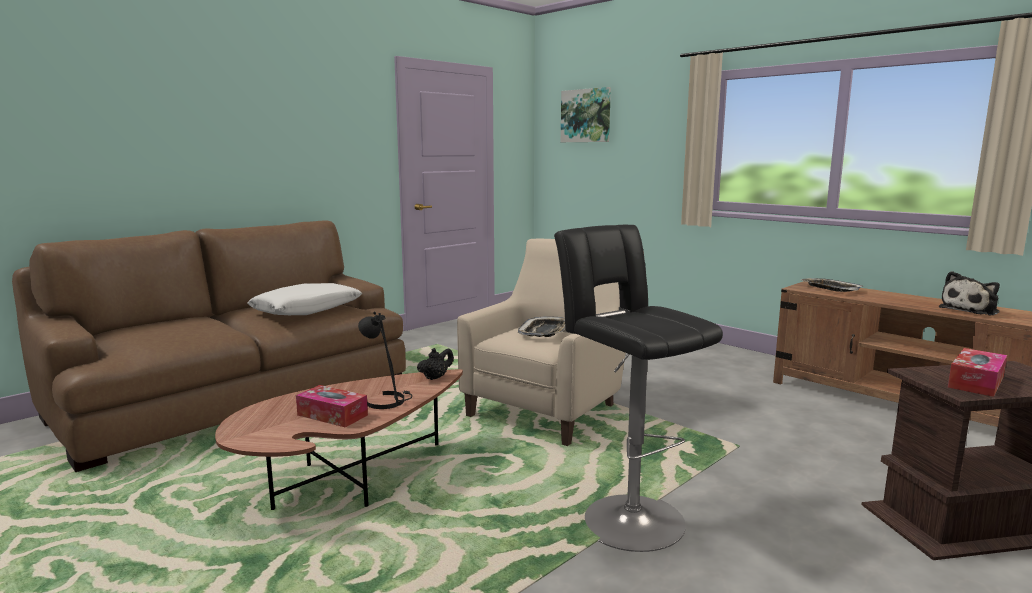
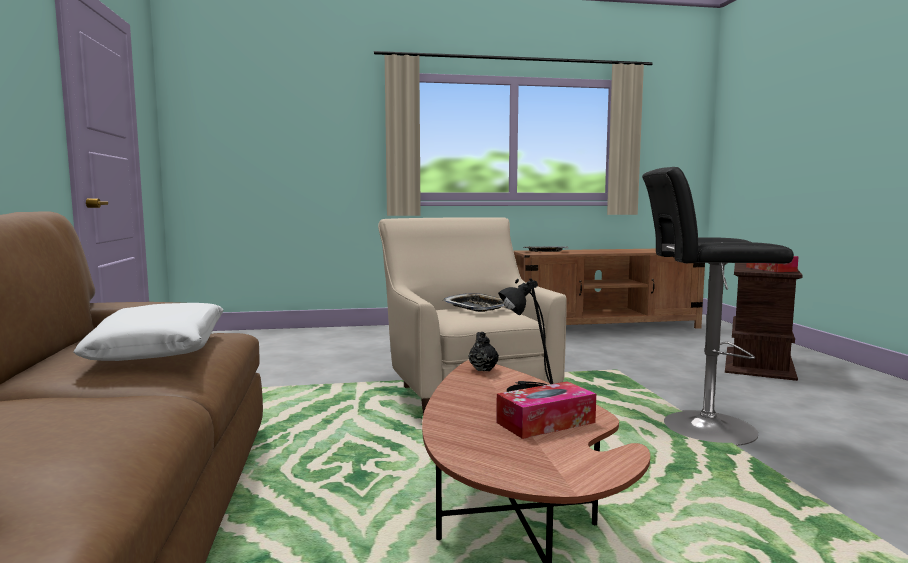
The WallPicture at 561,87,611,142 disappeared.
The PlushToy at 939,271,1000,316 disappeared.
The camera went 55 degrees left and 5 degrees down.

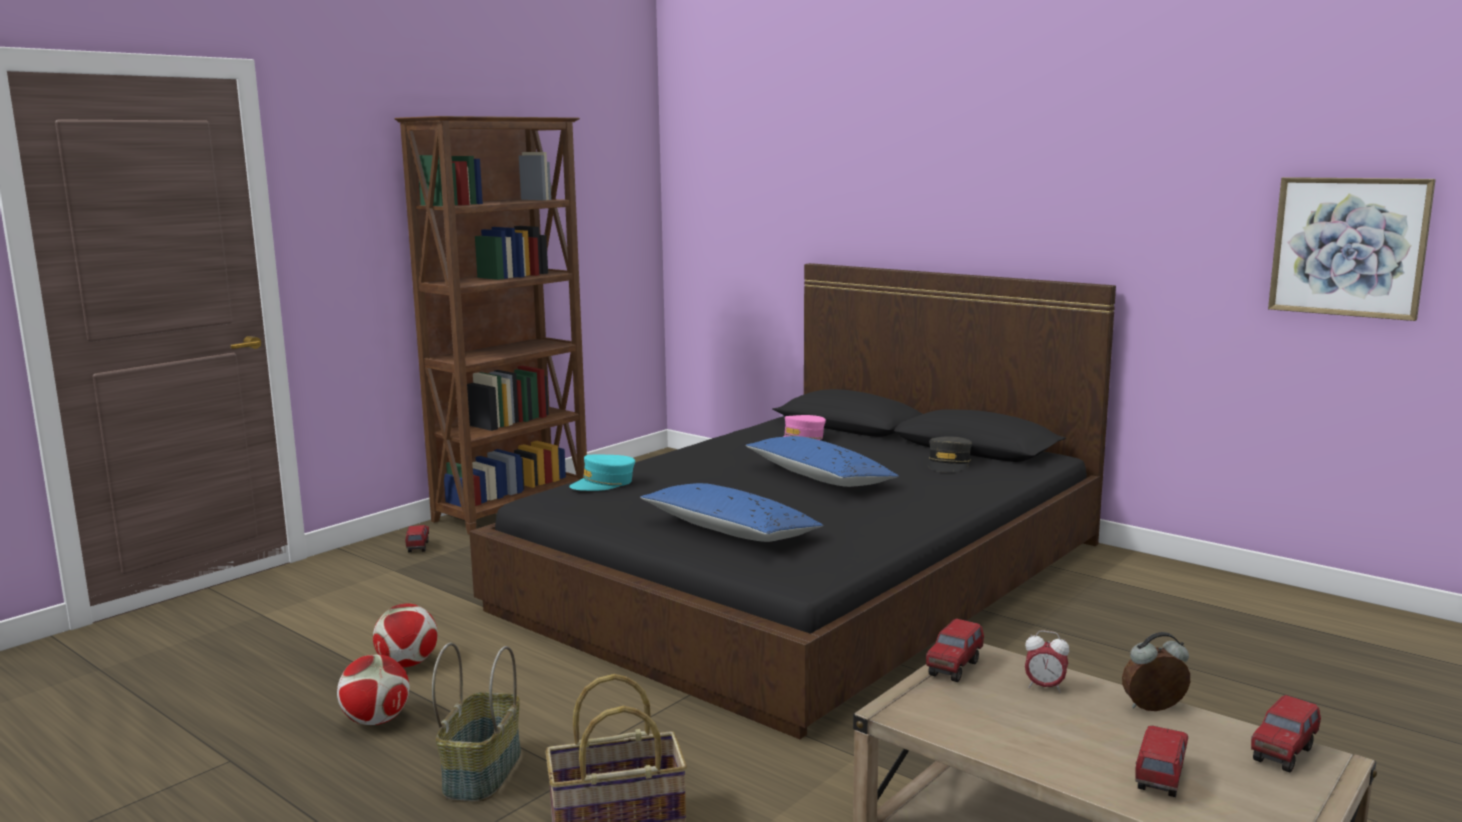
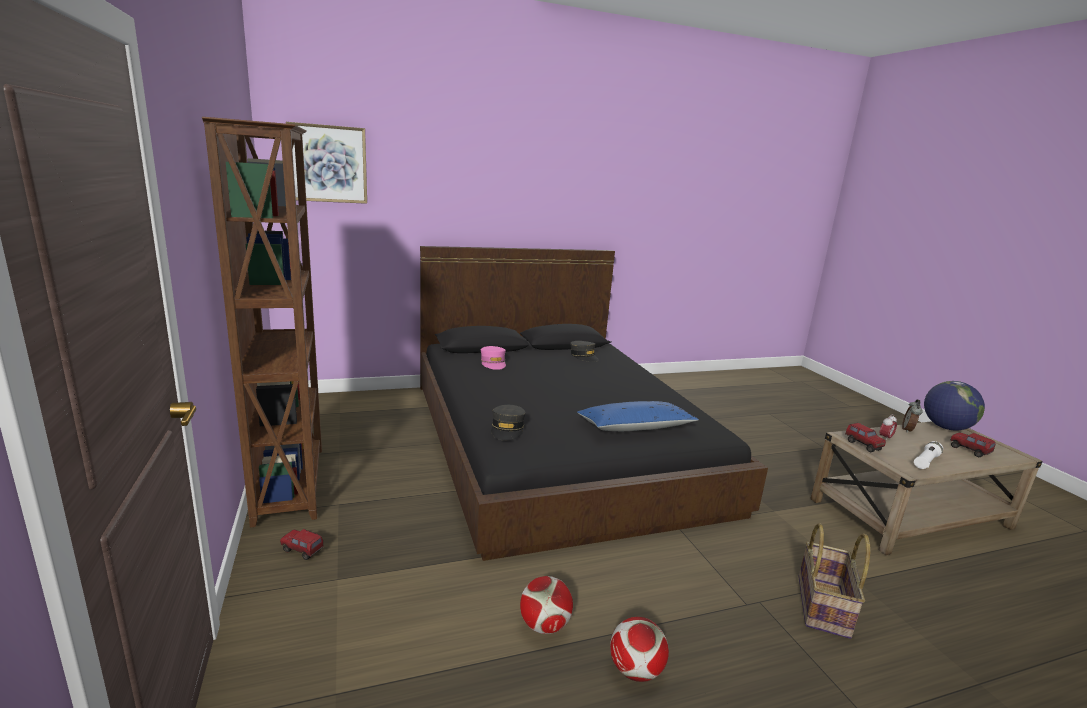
The WallPicture moved from 1268,177,1436,321 to 286,122,367,204.
The TurquoisePeakedCap at 569,455,635,491 became the GreyPeakedCap at 491,405,526,441.
The WhiteColouredFlashlight at 914,441,943,469 appeared.
The ToyTruck at 1251,695,1321,772 was replaced by the DeskGlobe at 924,381,985,430.
The Basket at 432,643,521,802 disappeared.
The BluishThrowPillow at 746,436,899,487 disappeared.
The camera went 60 degrees left and 5 degrees up.

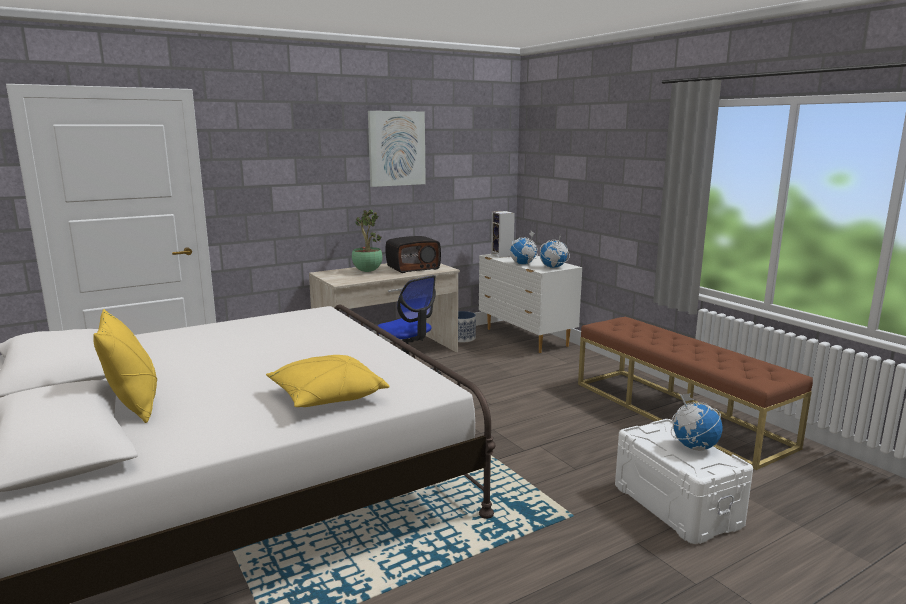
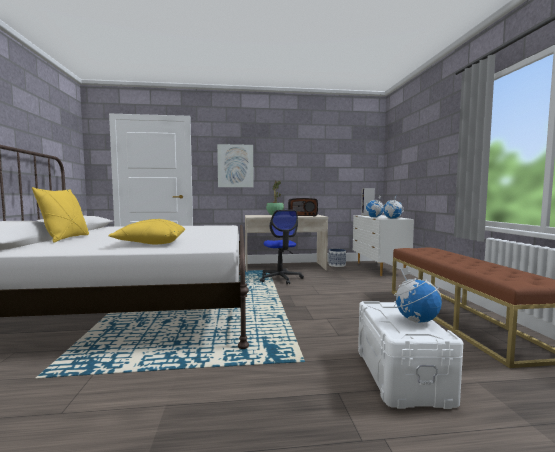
The WallPicture moved from 368,111,426,187 to 217,144,254,187.
The camera went 25 degrees right and 10 degrees down.

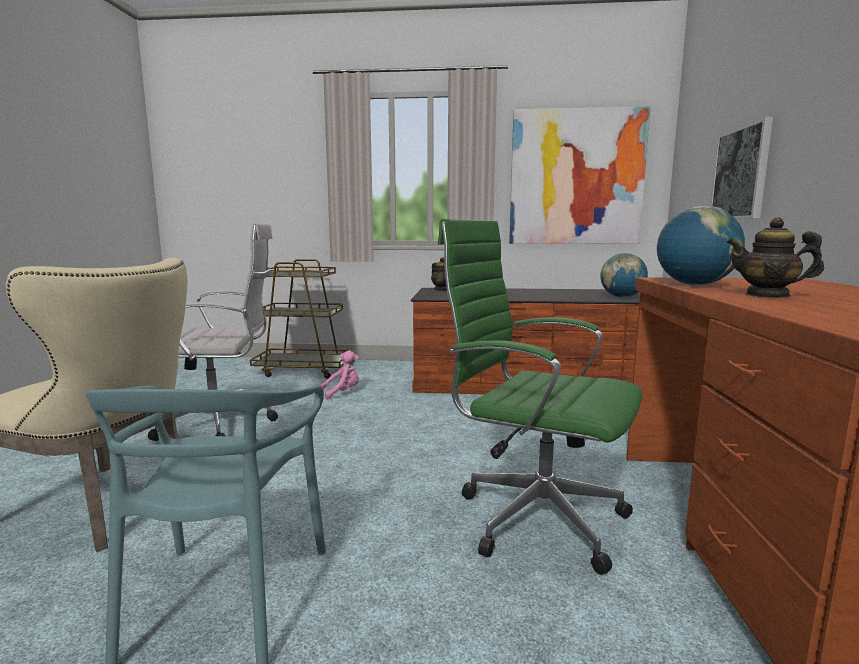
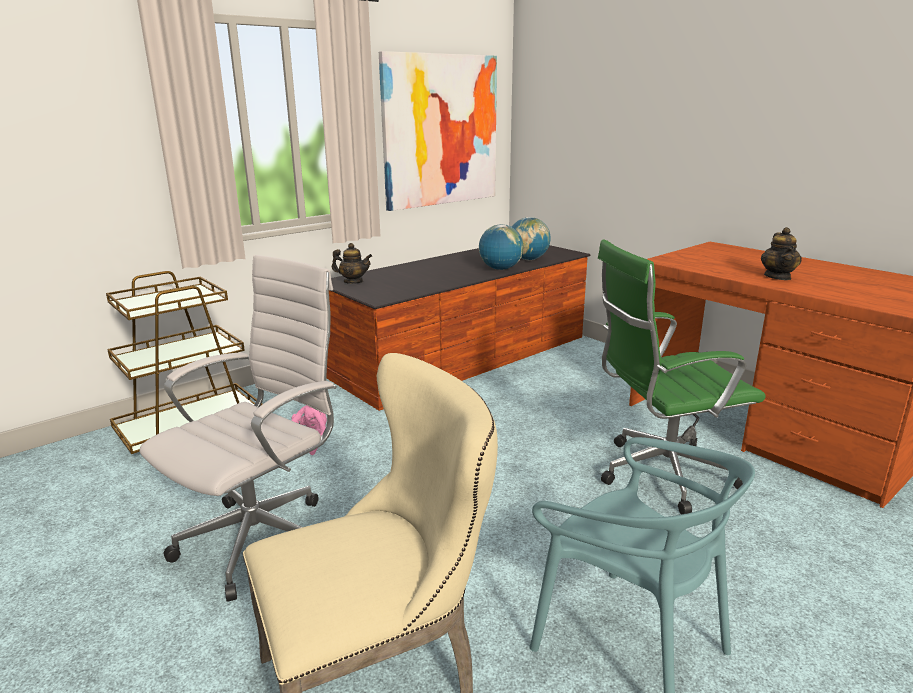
The DeskGlobe moved from 657,206,745,285 to 479,224,524,270.
The PotForTea at 726,218,824,298 turned 60 degrees counterclockwise.
The WallPicture at 710,117,773,219 disappeared.
The camera went 45 degrees left and 10 degrees up.

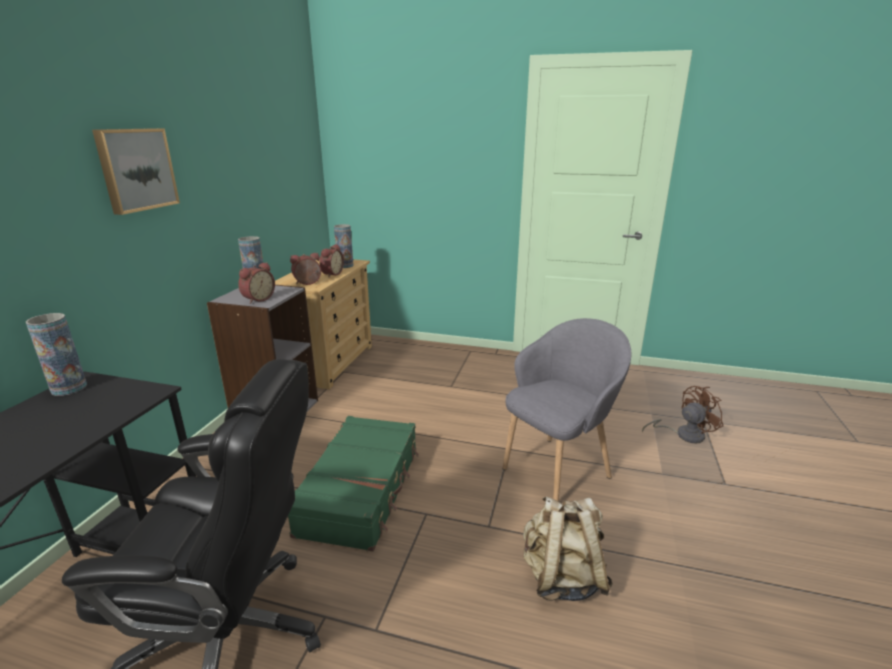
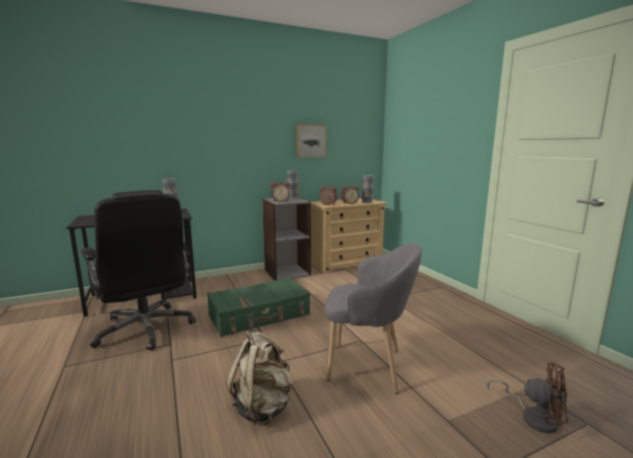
The WallPicture moved from 92,128,180,215 to 296,124,327,157.
The camera went 50 degrees right and 10 degrees down.

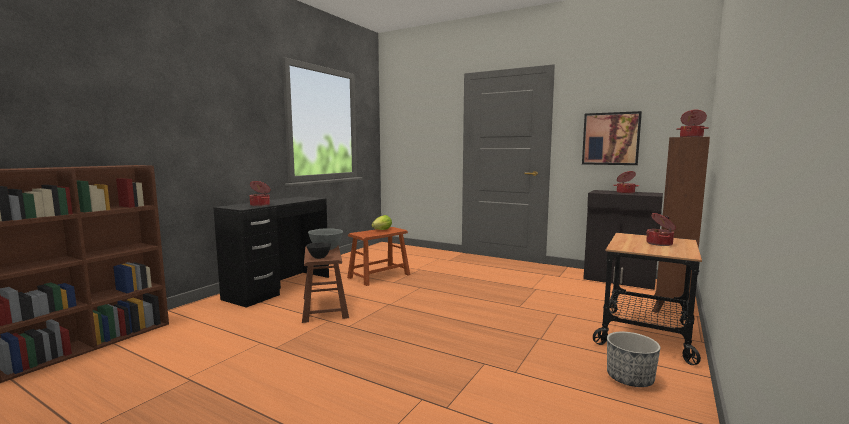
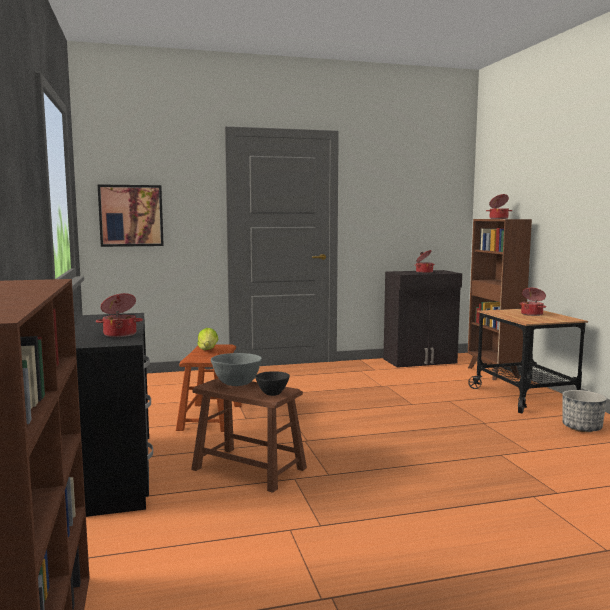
The WallPicture moved from 582,111,642,165 to 98,184,164,247.
The camera went 45 degrees left and 0 degrees up.

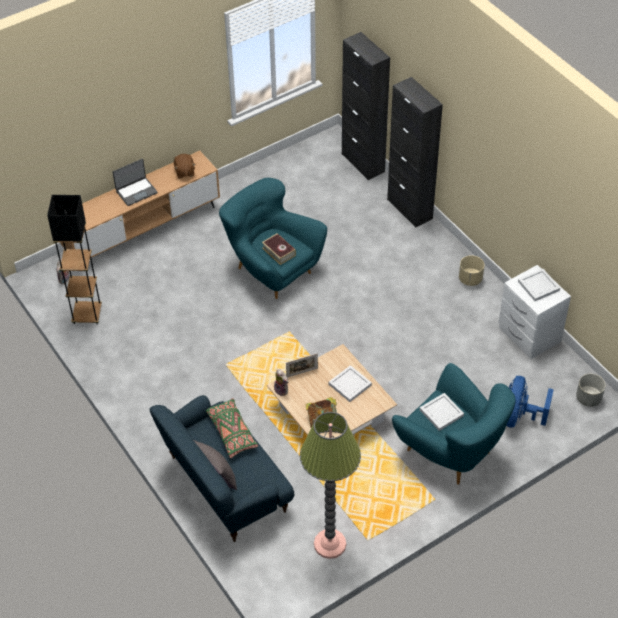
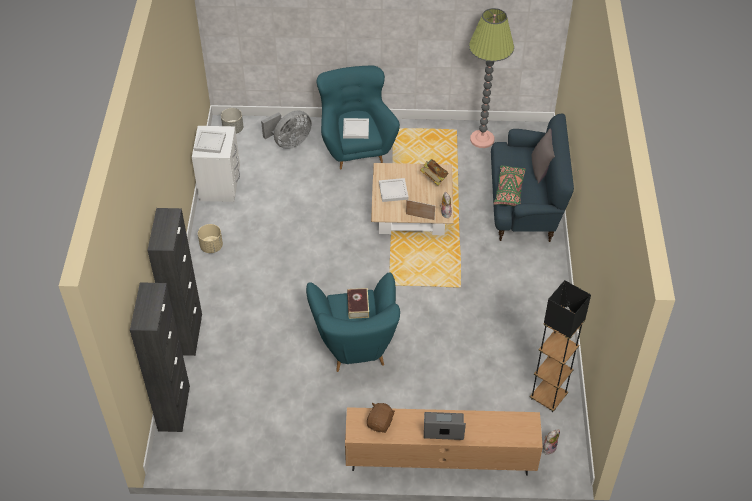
The BluishFan at 506,376,554,428 became the GreyFan at 261,111,312,149.
The camera went 145 degrees left and 0 degrees up.

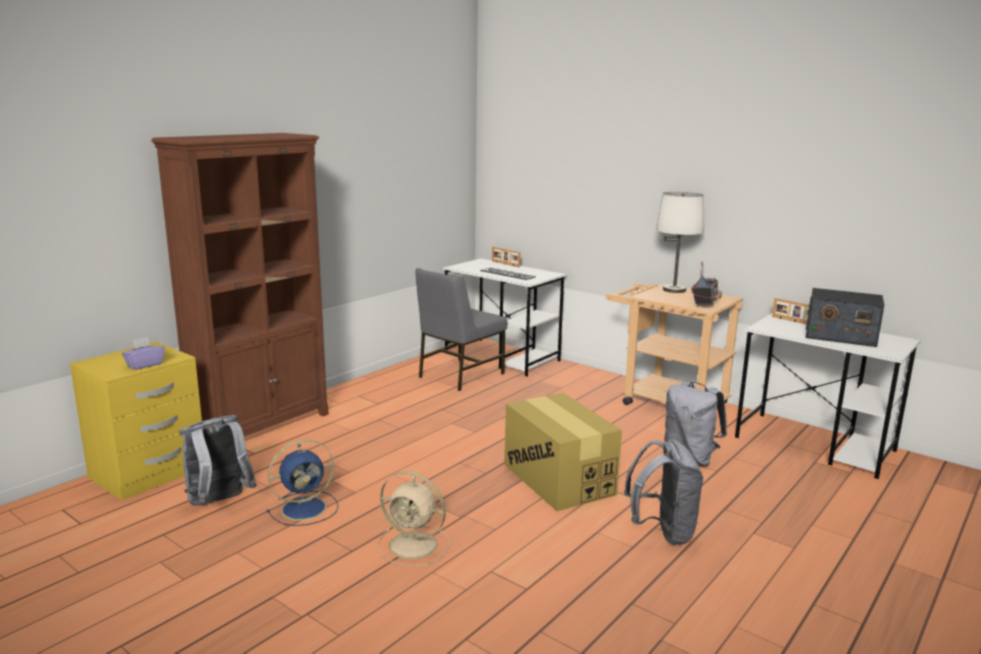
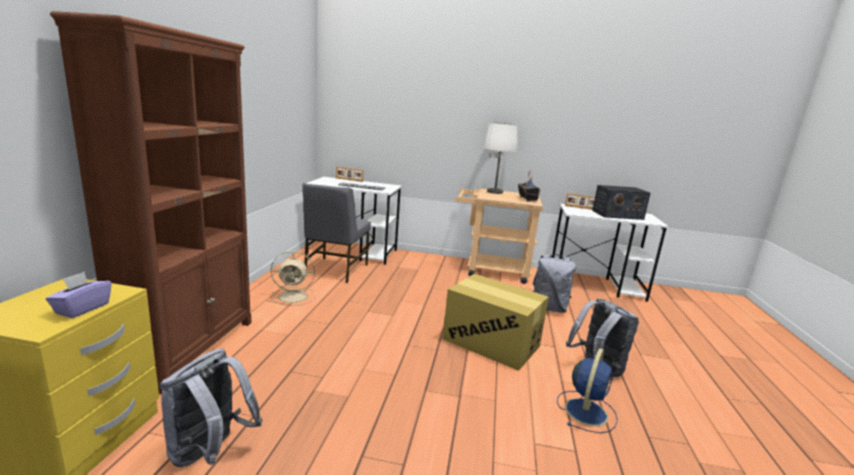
The BeigeColouredFan moved from 377,471,451,566 to 271,251,316,306.
The BluishFan moved from 267,440,338,526 to 557,348,618,433.
The camera went 30 degrees left and 0 degrees up.

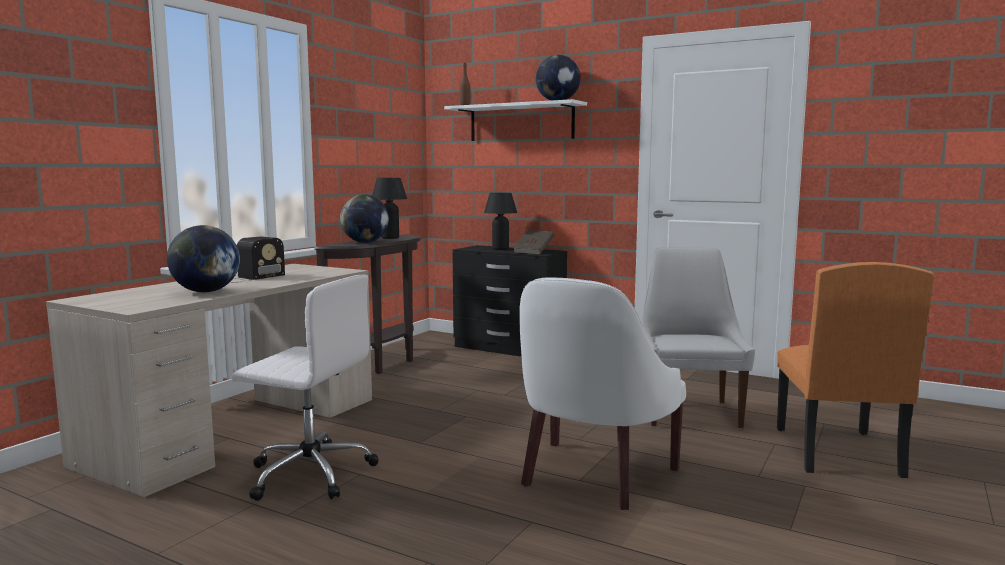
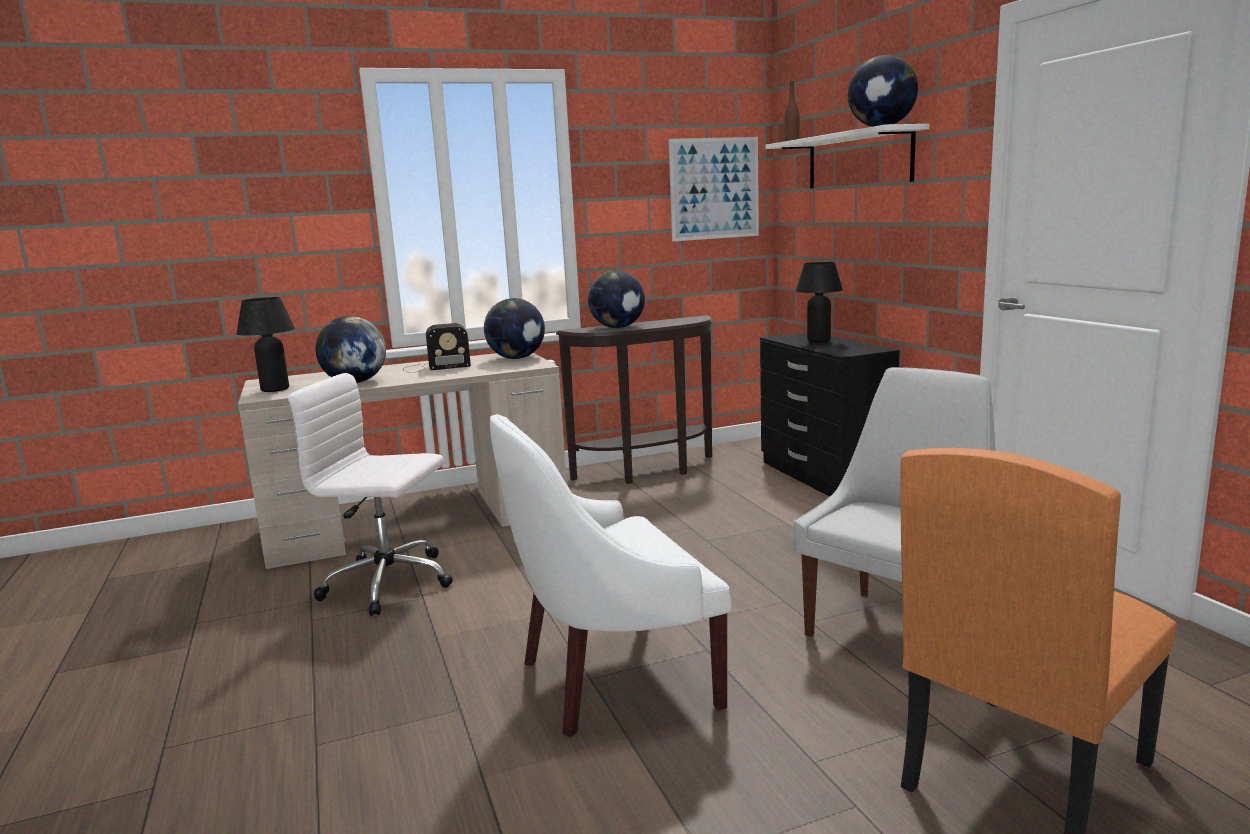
The BlackColouredTableLamp moved from 372,178,407,239 to 237,297,295,392.
The WhiteColouredComputerChair at 232,274,379,501 turned 135 degrees clockwise.
The DeskGlobe at 484,298,545,359 appeared.
The WallPicture at 669,137,759,241 appeared.
The BrownColouredBoundBook at 513,230,554,254 disappeared.
The camera went 40 degrees right and 5 degrees up.

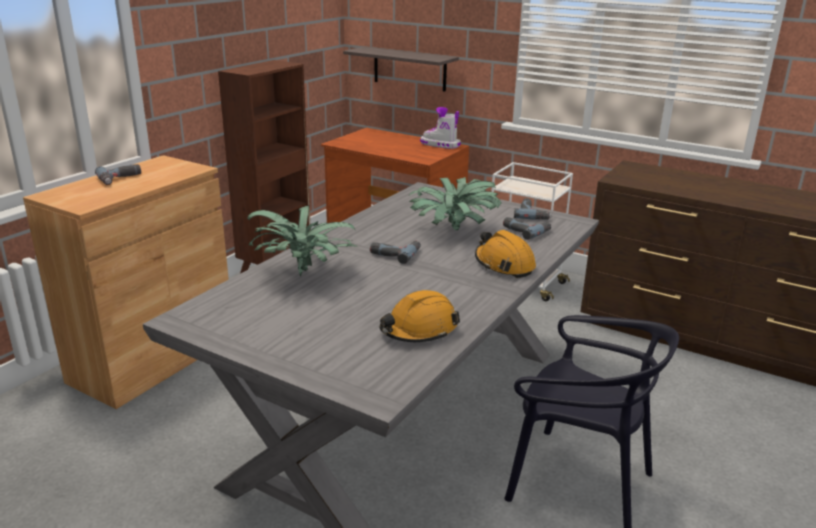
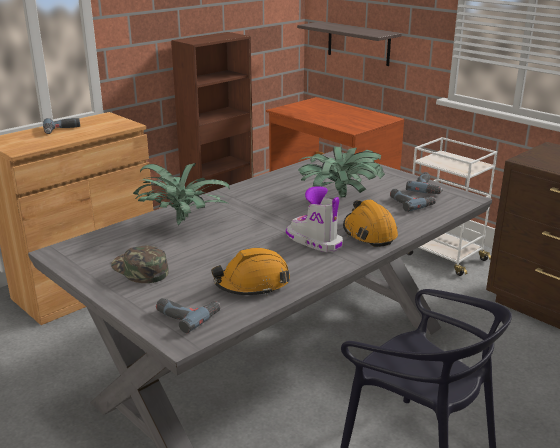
The GreenPeakedCap at 111,246,169,283 appeared.
The Drill moved from 370,241,421,264 to 156,298,221,333.
The HighTopBoot moved from 420,107,461,149 to 286,186,343,252.
The camera went 15 degrees right and 0 degrees up.

